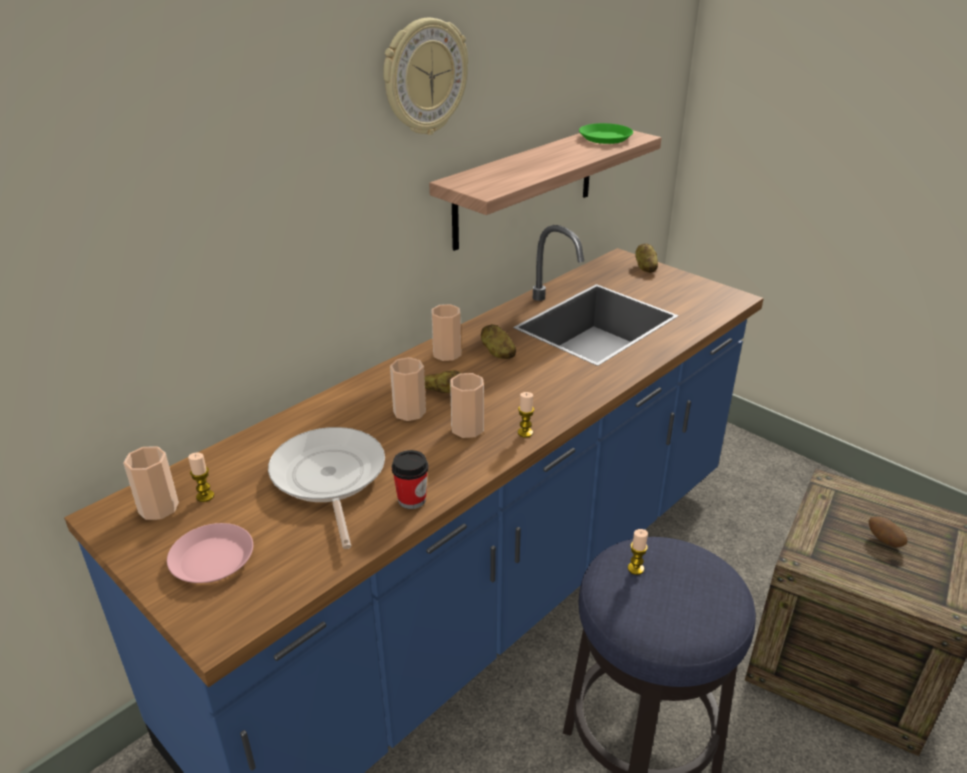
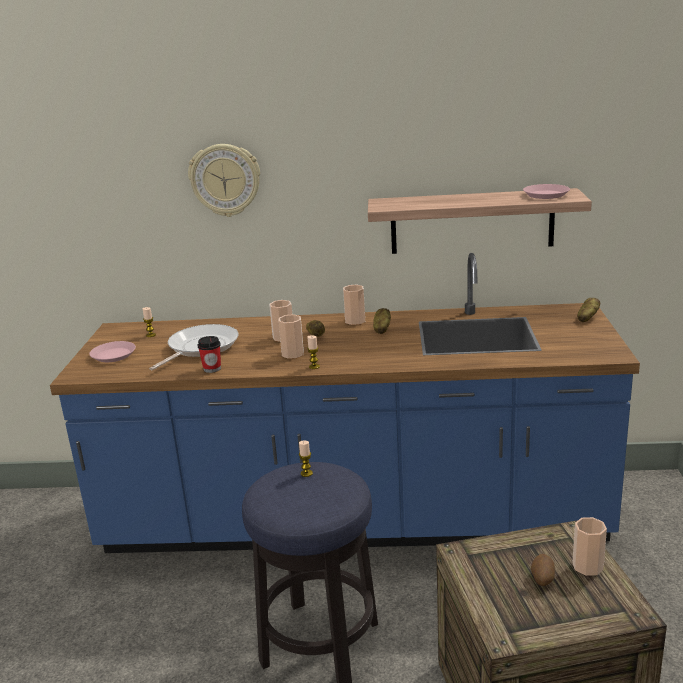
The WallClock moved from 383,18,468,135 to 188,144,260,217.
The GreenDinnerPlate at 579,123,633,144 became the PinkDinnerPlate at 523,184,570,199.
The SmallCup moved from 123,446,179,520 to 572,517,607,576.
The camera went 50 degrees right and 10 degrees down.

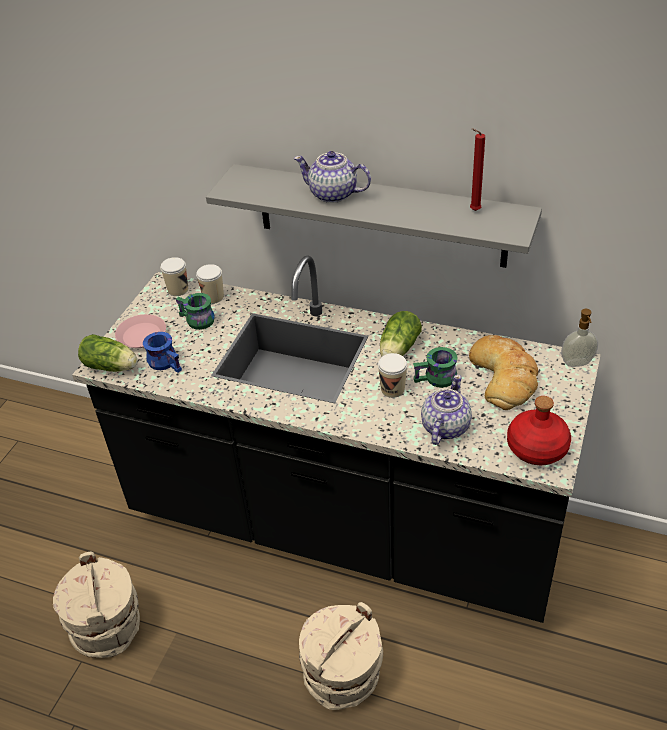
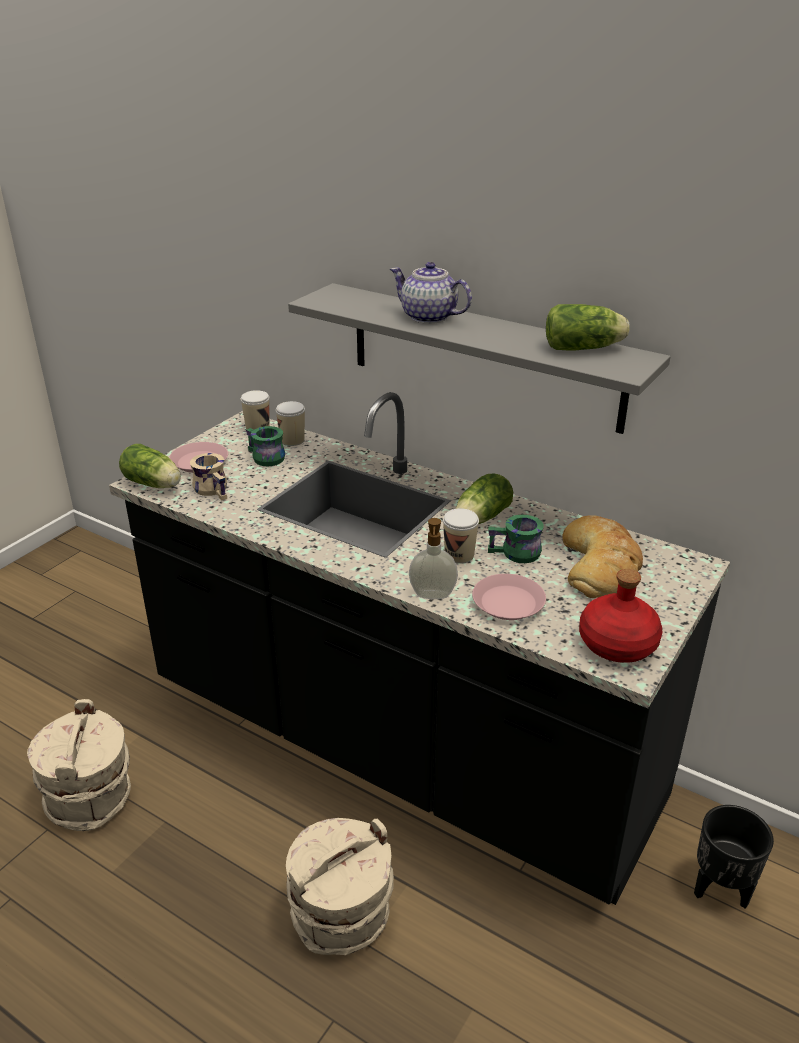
The BluishMug at 143,332,182,373 became the BeigeColouredMug at 190,453,227,500.
The SoapDispenser moved from 561,309,598,367 to 409,518,458,599.
The PotForTea at 421,375,472,445 was replaced by the PinkDinnerPlate at 472,574,546,620.
The ReddishWaxLight at 470,129,485,211 was replaced by the LettuceHead at 546,304,630,350.
The BlackColouredFlowerPot at 694,805,774,909 appeared.
The camera went 10 degrees right and 10 degrees down.

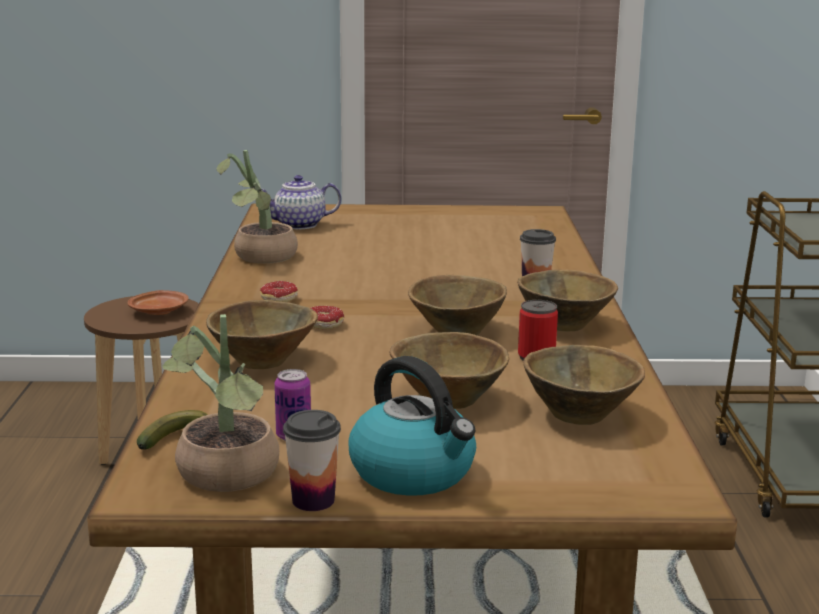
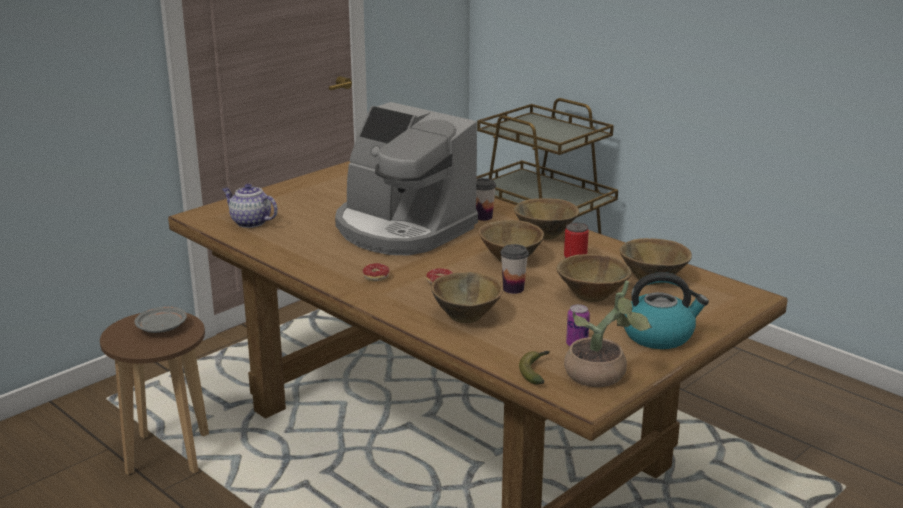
The BrownColouredDinnerPlate at 127,290,189,315 became the GreyDinnerPlate at 135,306,187,333.
The PotForTea at 262,175,341,229 turned 90 degrees clockwise.
The CoffeeMachine at 335,102,478,256 appeared.
The SmallCup moved from 283,410,341,511 to 500,244,529,294.
The Houseplant at 216,150,298,264 disappeared.
The camera went 45 degrees left and 5 degrees up.

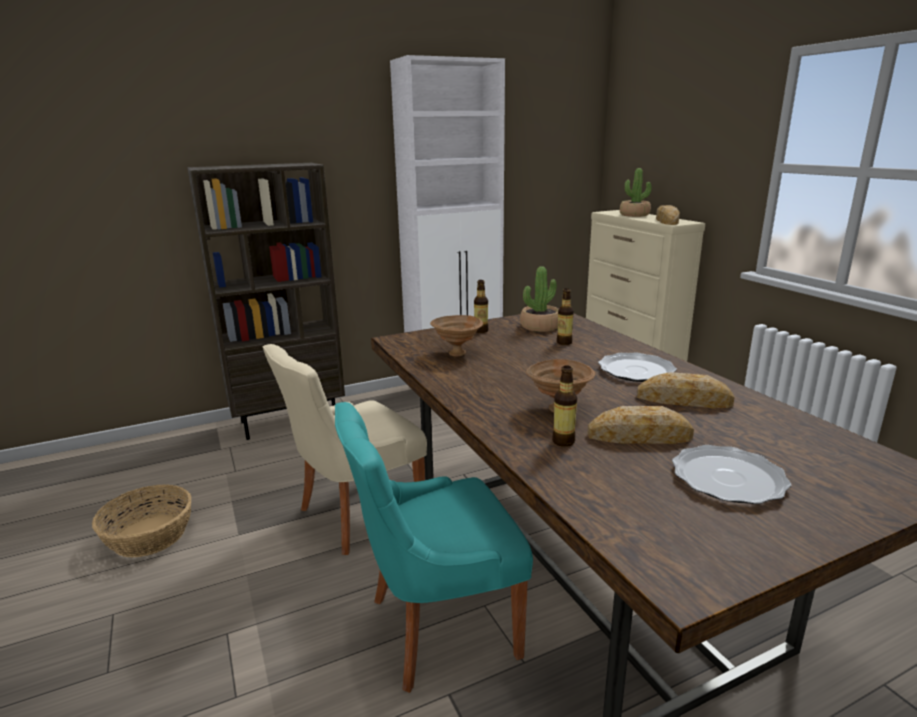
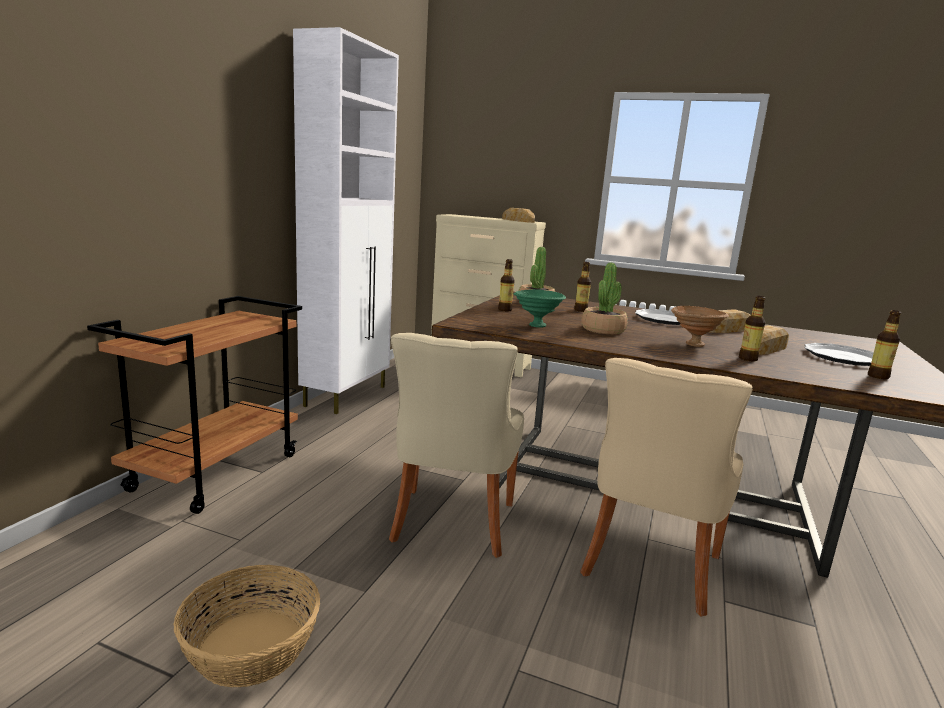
The BrownColouredBookcase at 187,163,345,440 was replaced by the BrownColouredWheeledCart at 87,296,302,514.
The BrownColouredBowl at 430,315,483,357 became the GreenBowl at 513,289,566,328.
The TurquoiseChair at 335,402,533,693 became the BeigeColouredChair at 580,358,753,616.
The Houseplant moved from 620,168,652,217 to 581,263,628,334.
The DrinkBottle at 868,310,901,379 appeared.
The camera went 45 degrees left and 5 degrees down.

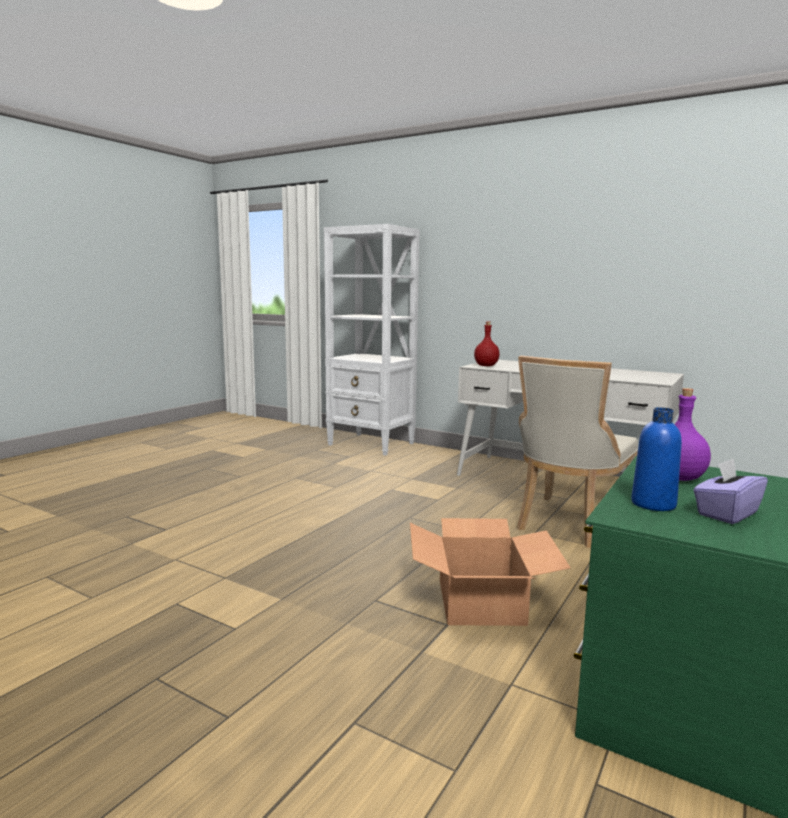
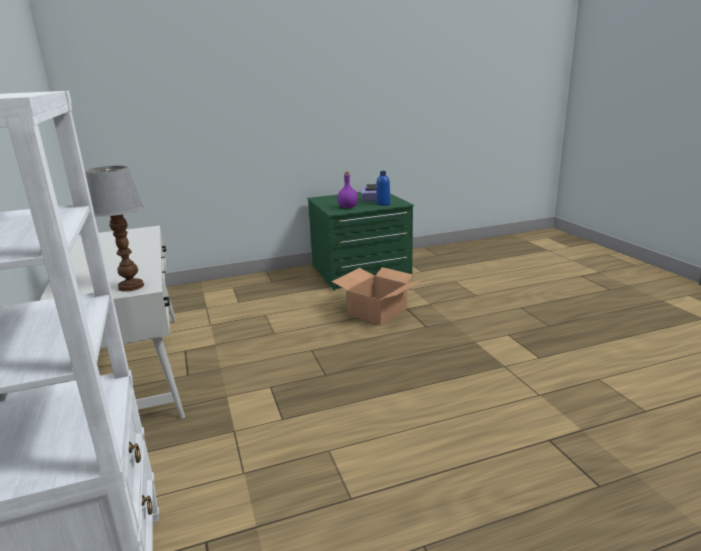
The ReddishDrinkBottle at 474,322,500,366 was replaced by the TableLamp at 85,166,144,292.
The BeigeColouredChair at 517,356,638,548 disappeared.
The camera went 140 degrees left and 10 degrees up.

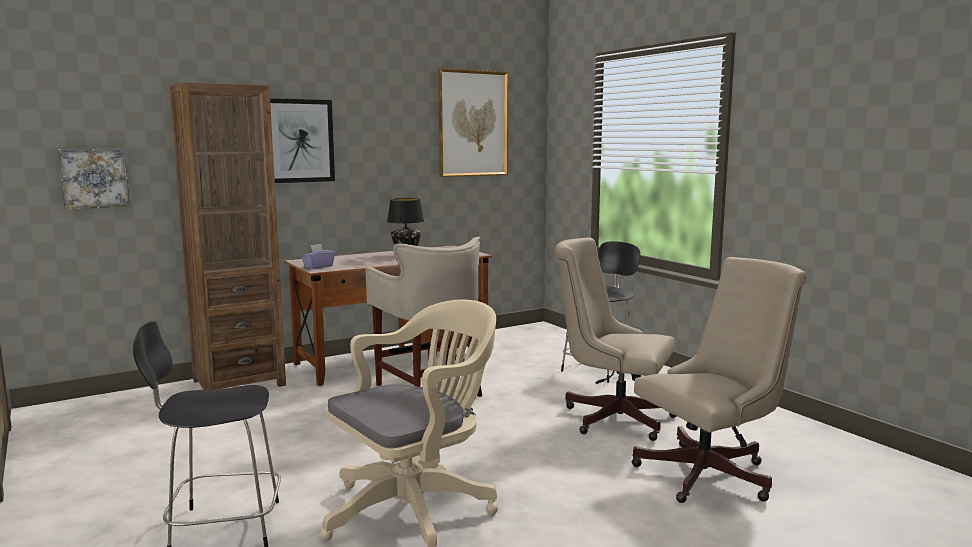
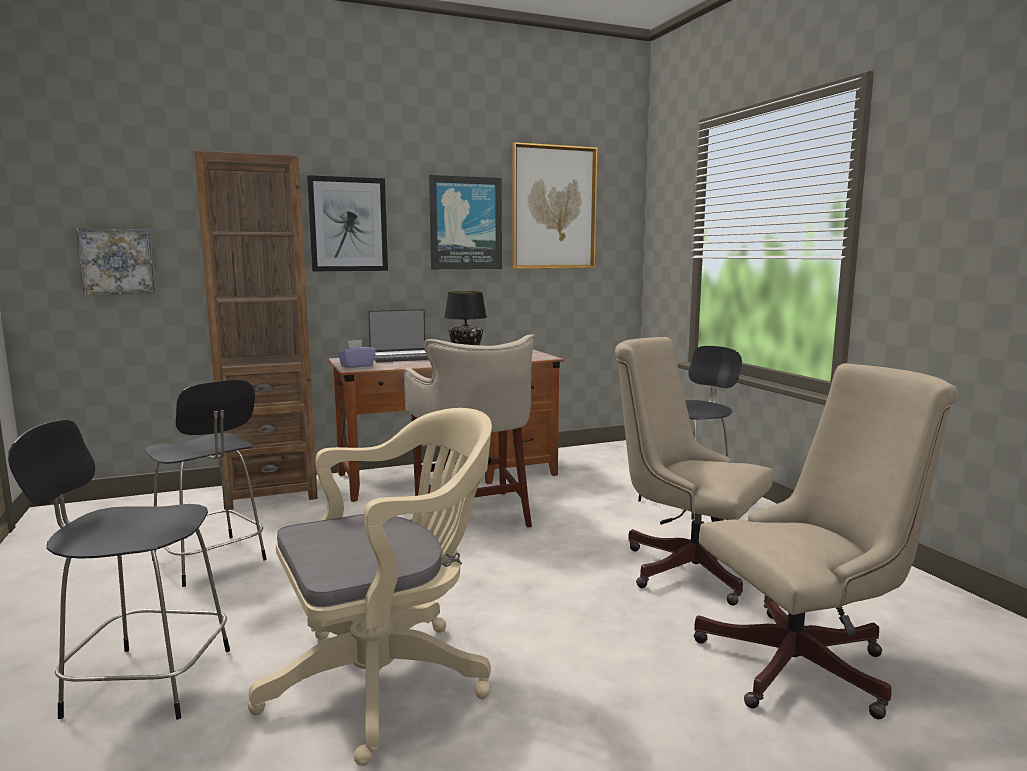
The BlackColouredChair at 145,379,267,587 appeared.
The PortableComputer at 368,309,429,362 appeared.
The WallPicture at 429,175,502,269 appeared.
The camera went 10 degrees right and 0 degrees up.

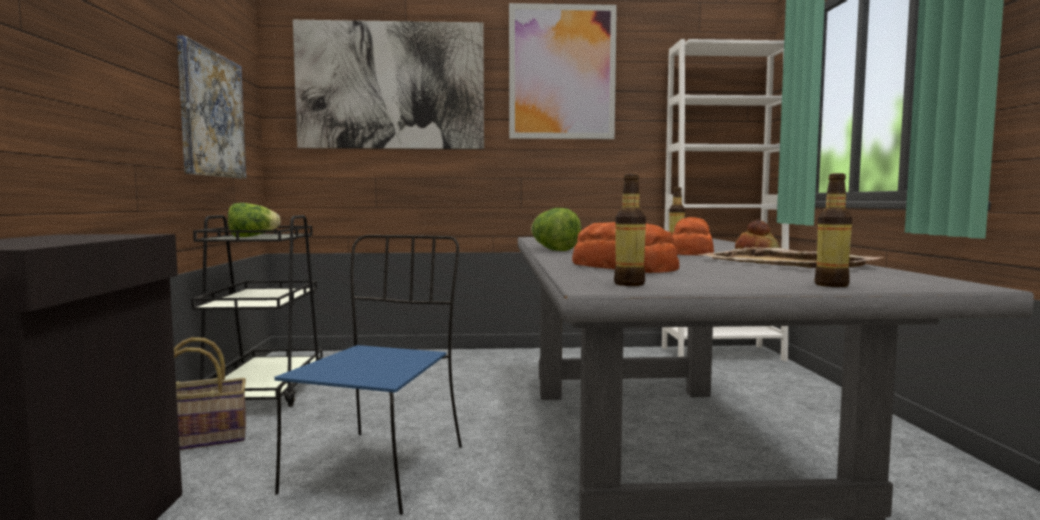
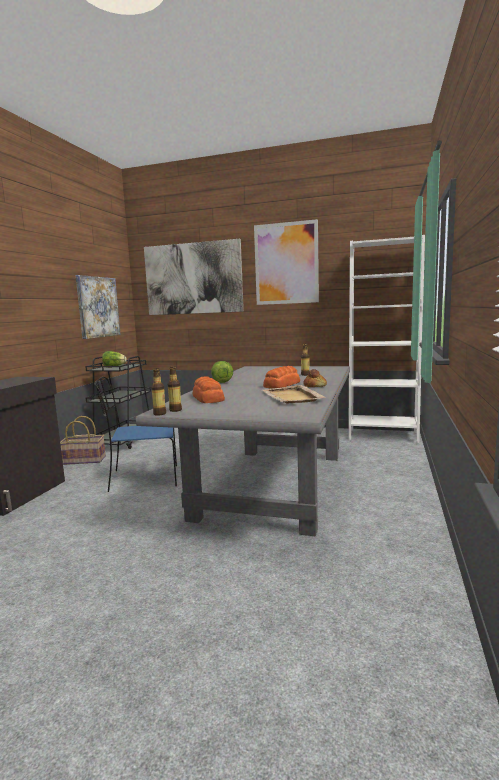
The BluishChair at 274,235,462,515 turned 135 degrees counterclockwise.
The DrinkBottle moved from 814,173,852,287 to 151,368,166,416.
The camera went 20 degrees right and 5 degrees up.

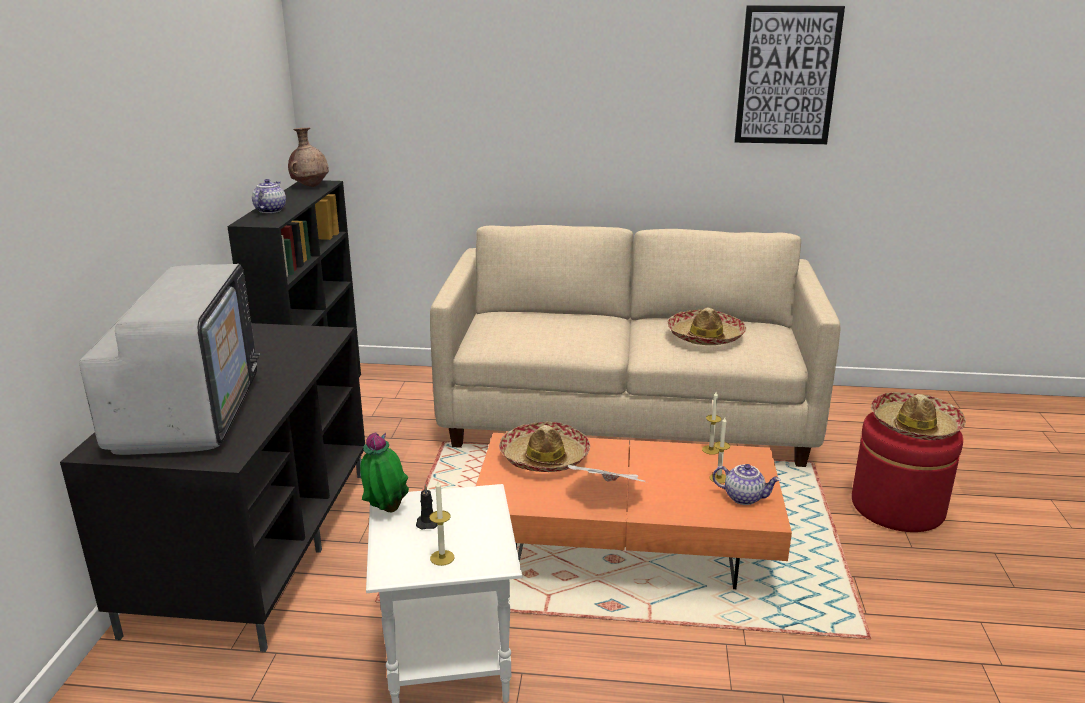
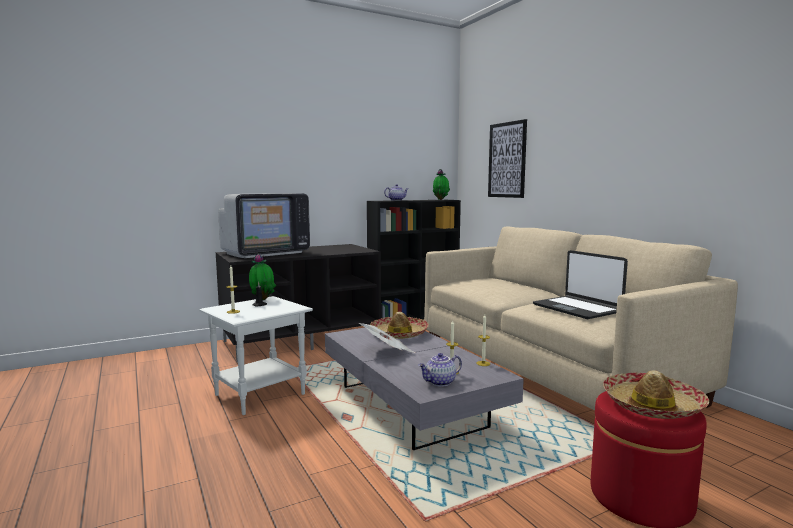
The OrangeLowTable at 476,433,792,589 became the GreyLowTable at 325,328,524,450.
The PotForTea at 713,464,781,505 turned 75 degrees clockwise.
The BrownColouredFlowerVase at 288,128,329,187 was replaced by the Houseplant at 433,169,450,200.
The WallPicture moved from 734,5,845,144 to 488,119,527,198.
The Hat at 667,308,746,345 was replaced by the PortableComputer at 533,250,628,319.
The camera went 55 degrees right and 15 degrees down.

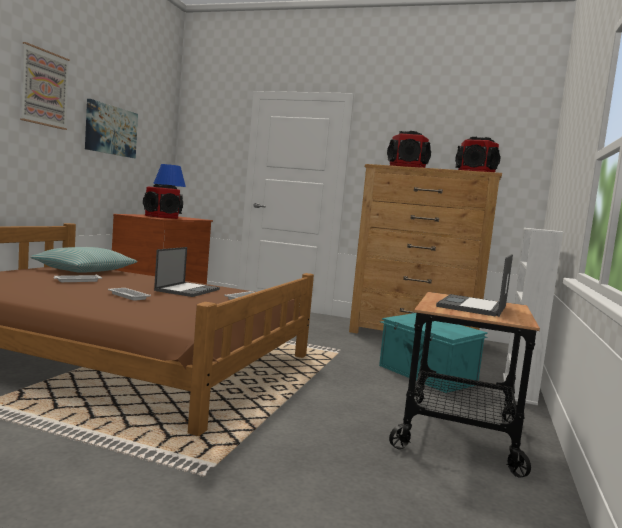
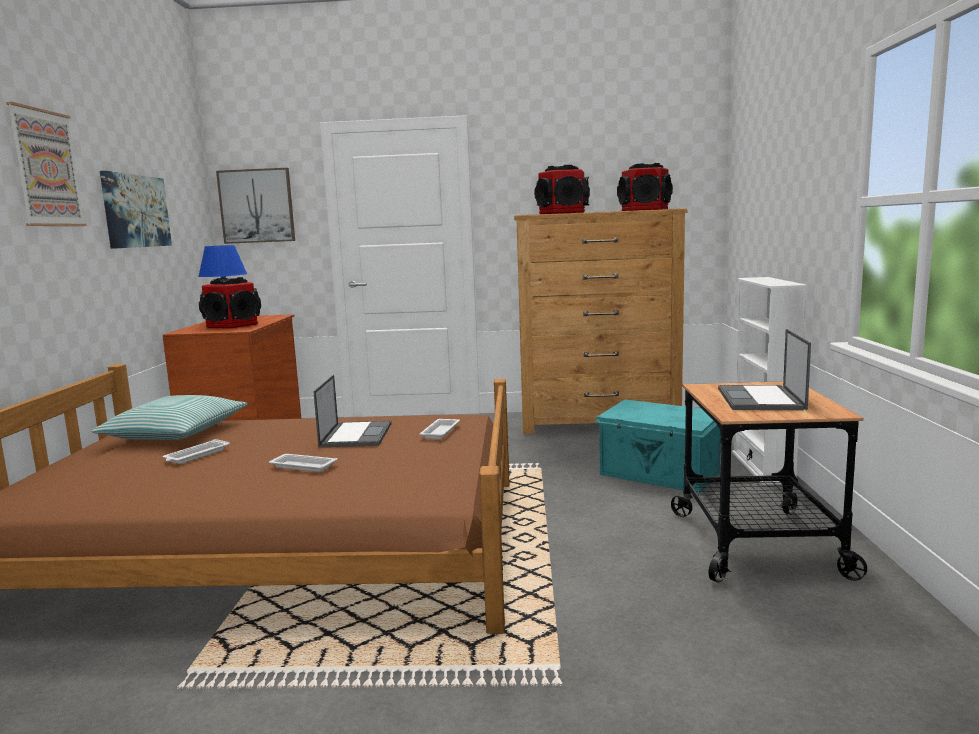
The WallPicture at 216,168,295,244 appeared.
The camera went 15 degrees left and 5 degrees up.

